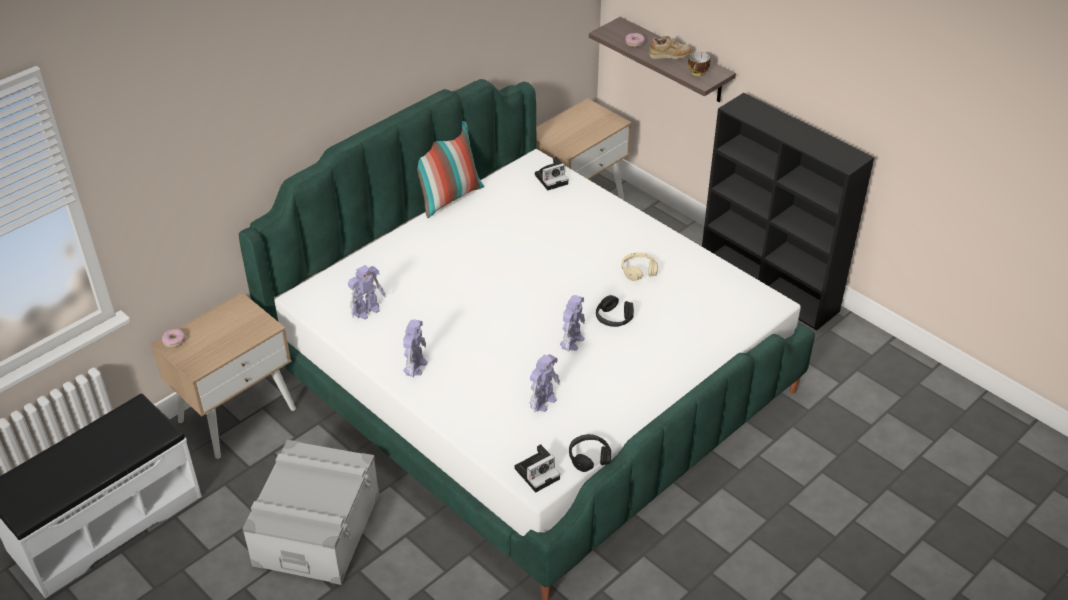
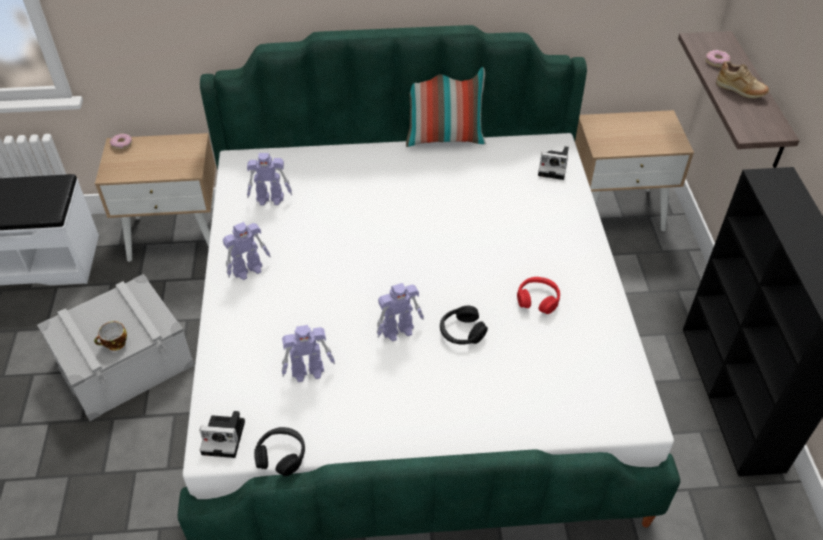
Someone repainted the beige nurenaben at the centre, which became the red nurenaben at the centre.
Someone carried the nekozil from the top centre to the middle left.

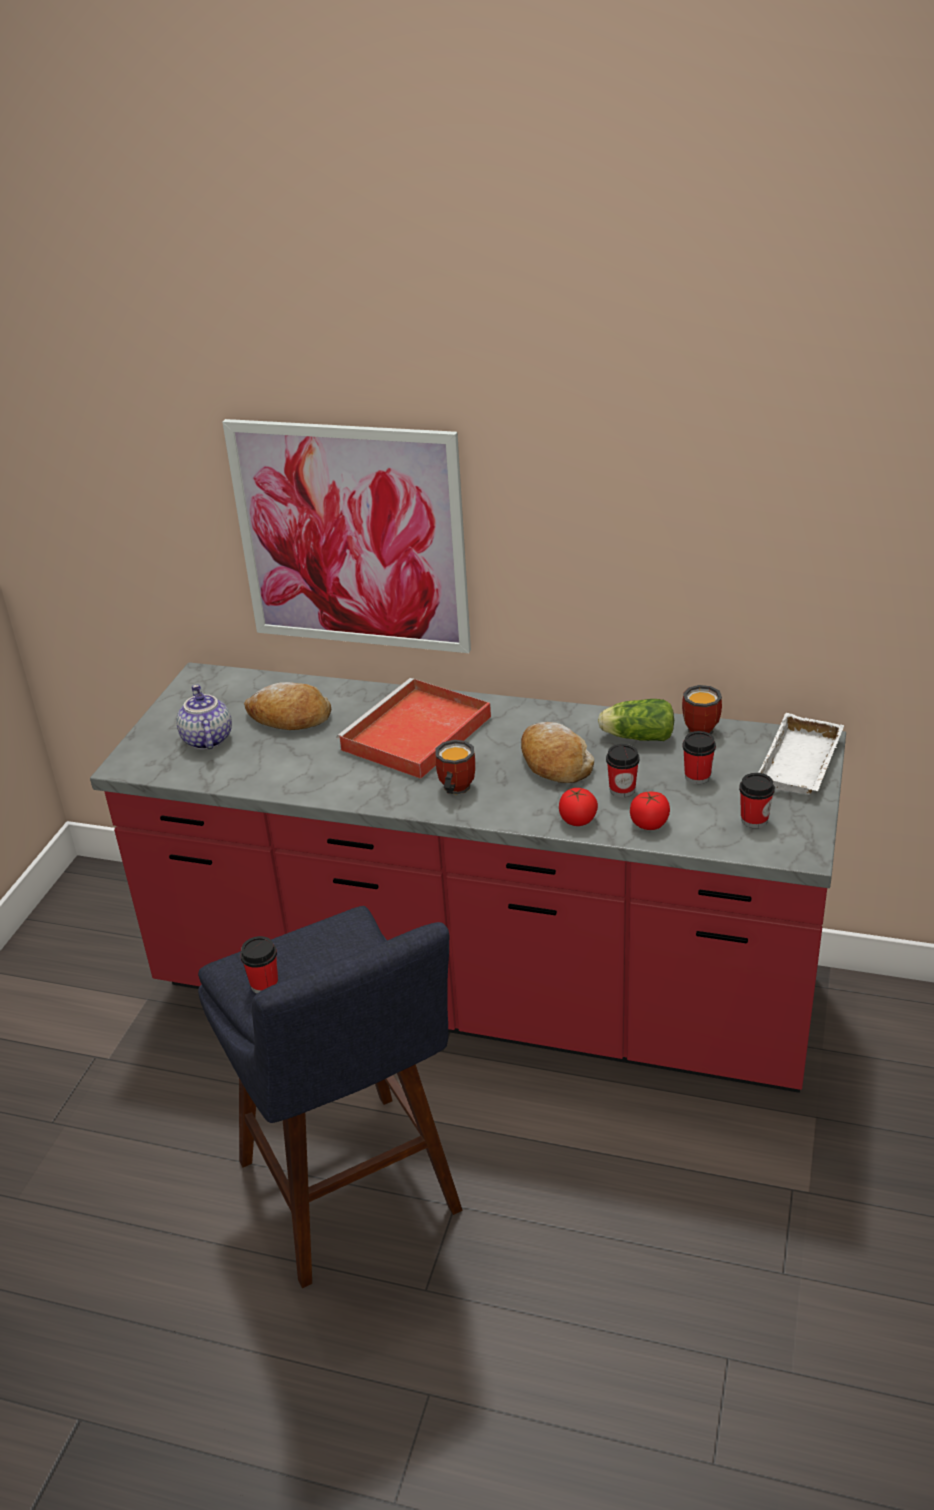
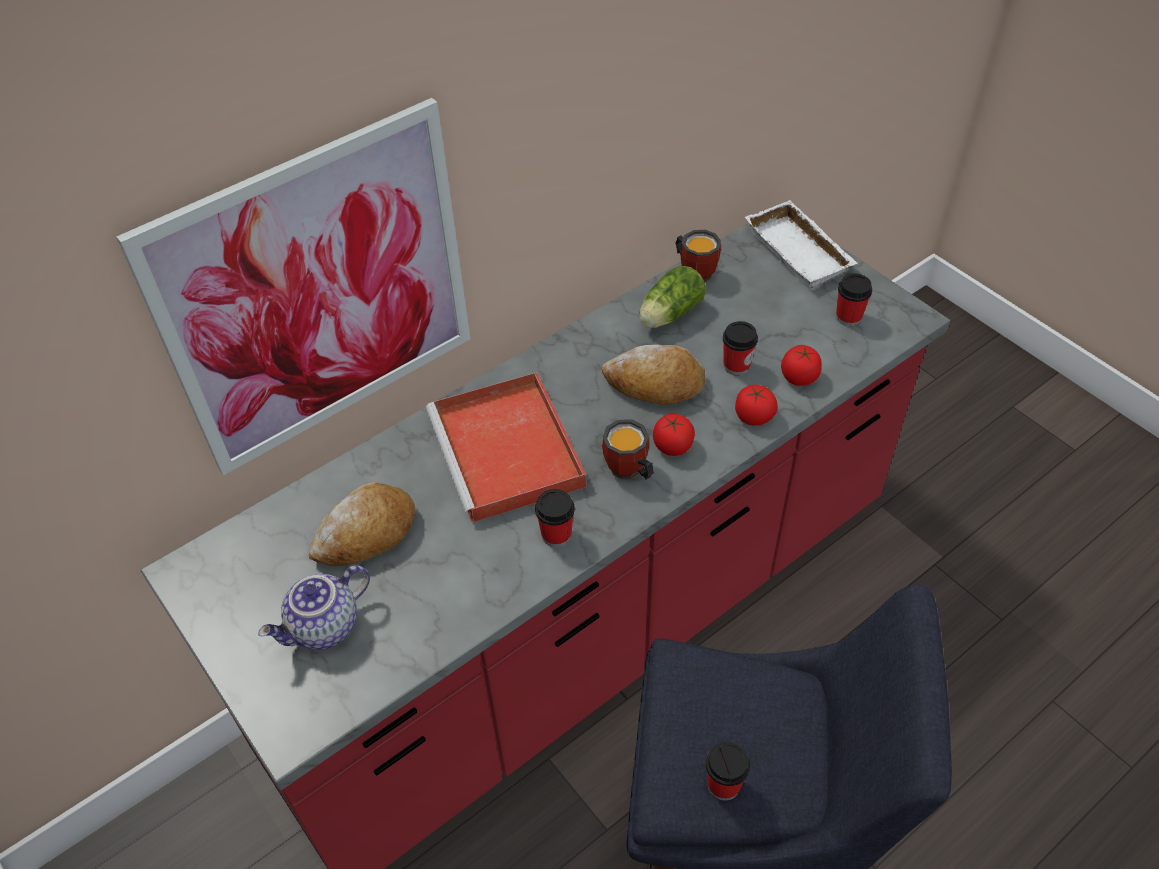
Someone rotated the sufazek at the middle left by 60 degrees counterclockwise.
Someone carried the nekozil (3rd from left in the first image) from the middle right to the centre.
Someone put down the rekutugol (1st from left) at the centre.

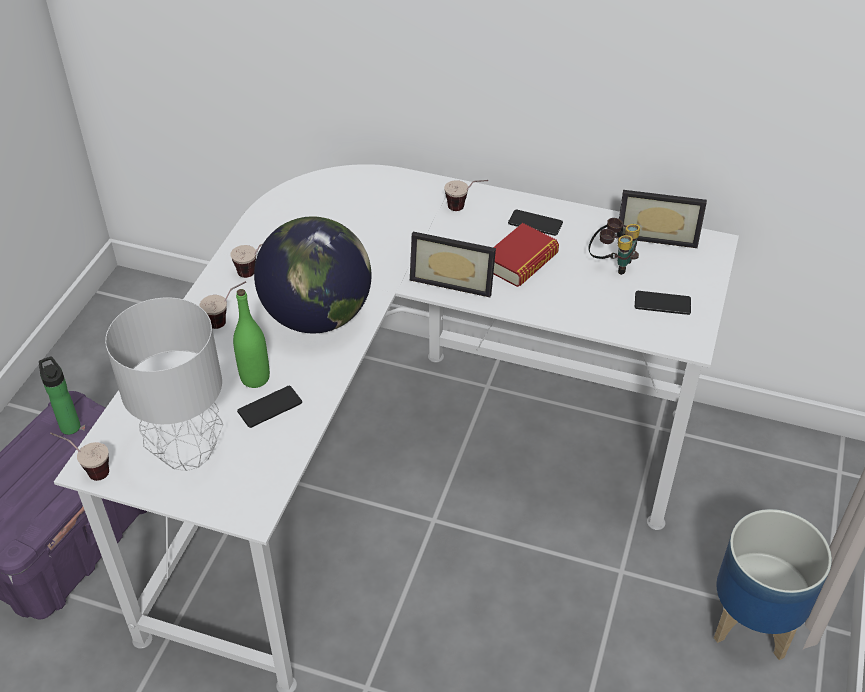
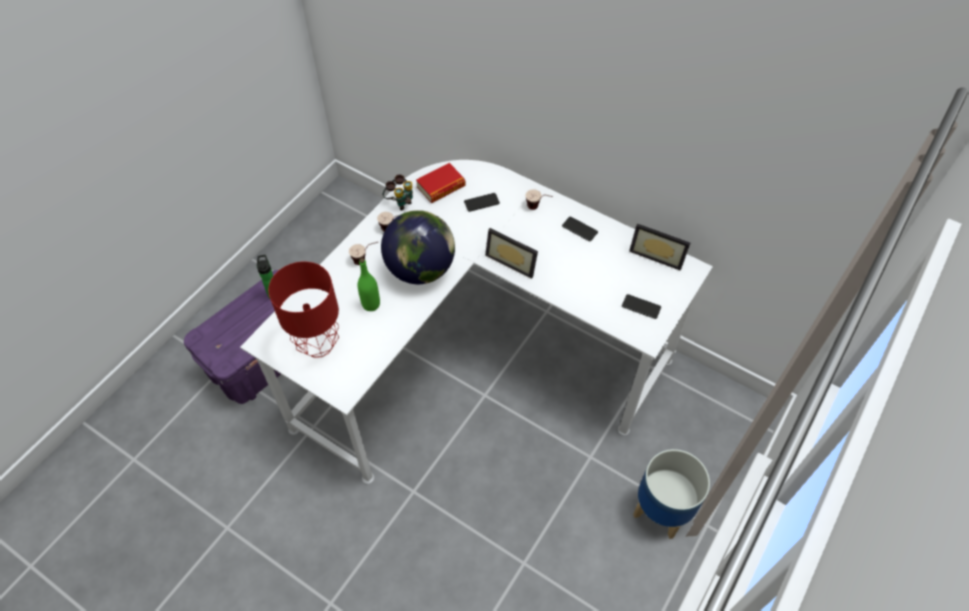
Someone took away the nekozil (1st from left) at the middle left.
Someone repainted the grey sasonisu at the middle left, which became the red sasonisu at the middle left.
Someone carried the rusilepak (1st from left) from the middle left to the top centre.
Someone carried the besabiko from the centre to the top centre.
Someone carried the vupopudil from the middle right to the top centre.

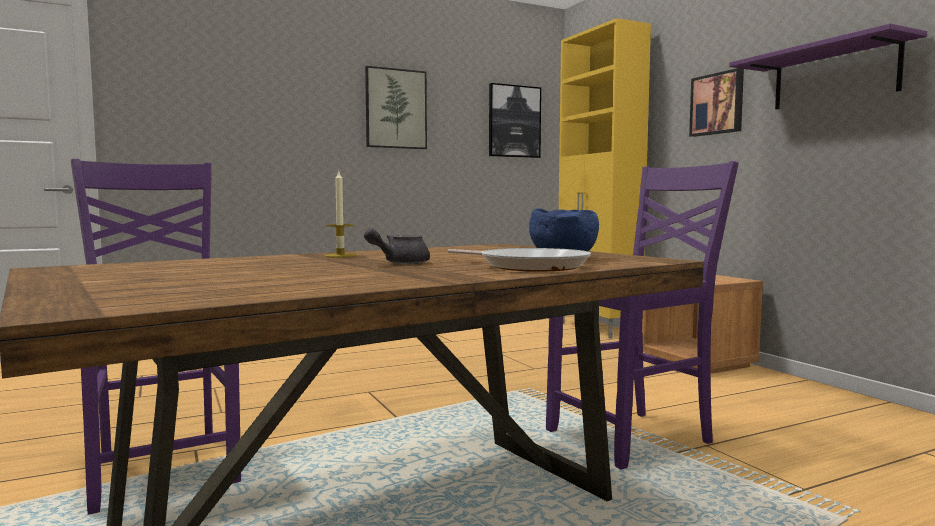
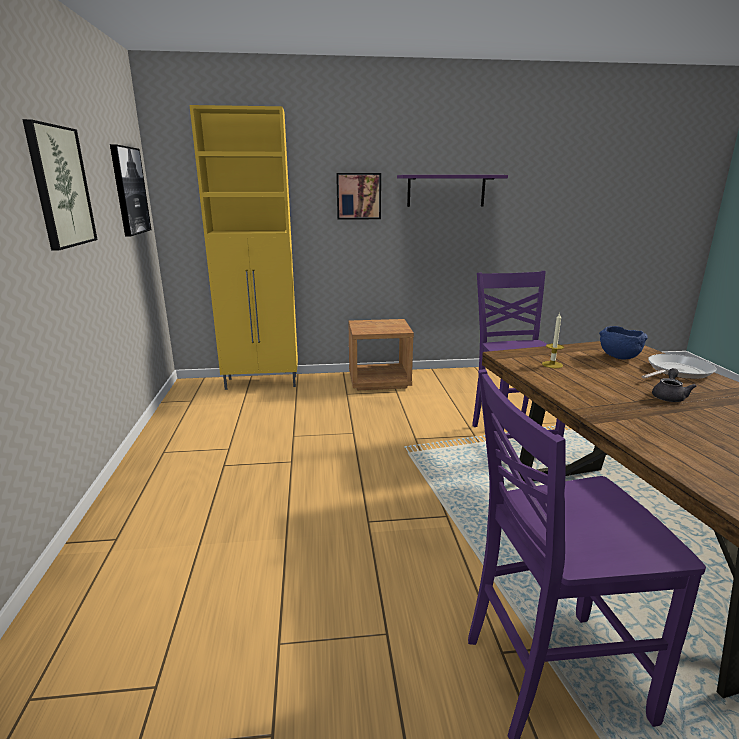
Someone carried the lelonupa from the centre to the middle right.
Someone rotated the grey sufazek at the centre by 135 degrees counterclockwise.

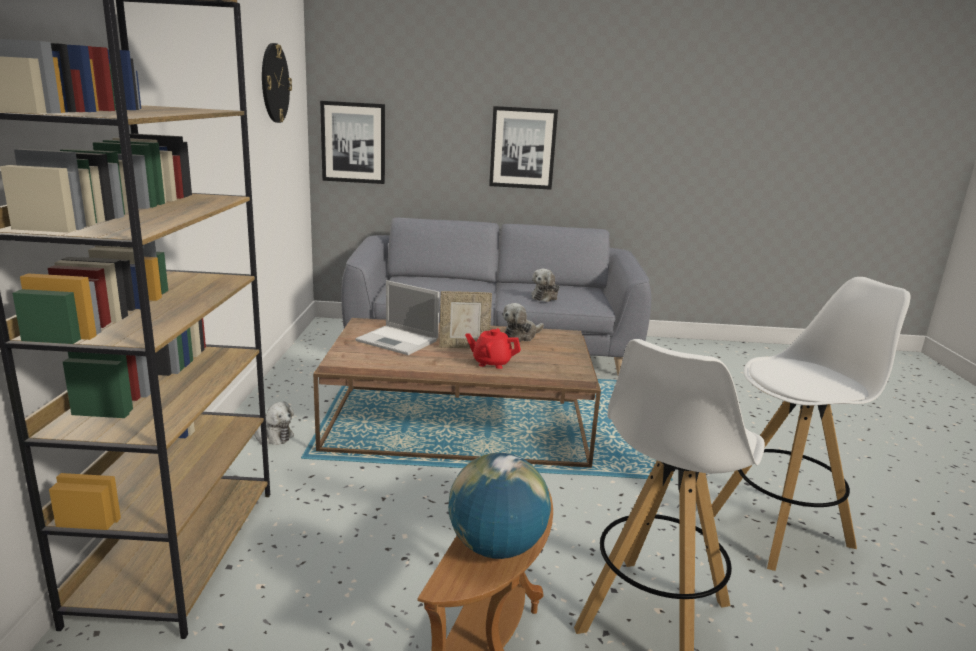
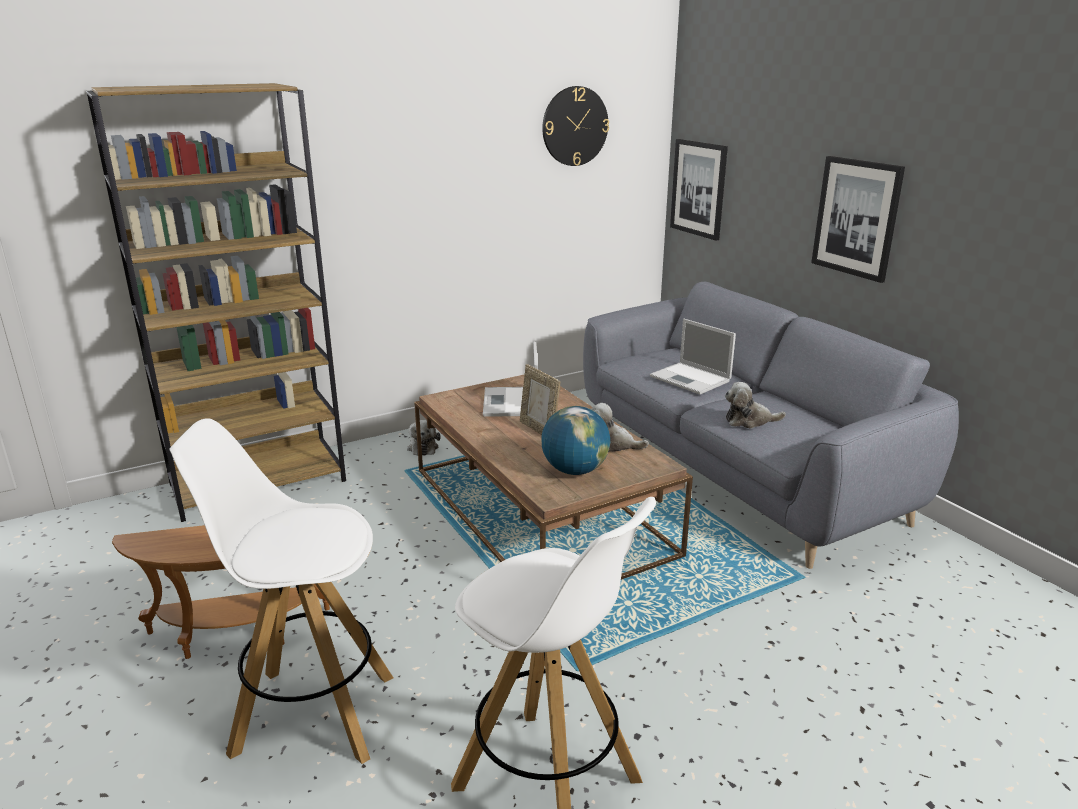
Someone carried the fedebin from the bottom centre to the centre.
Someone took away the red sufazek at the centre.
Someone put down the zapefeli (2nd from left) at the centre.

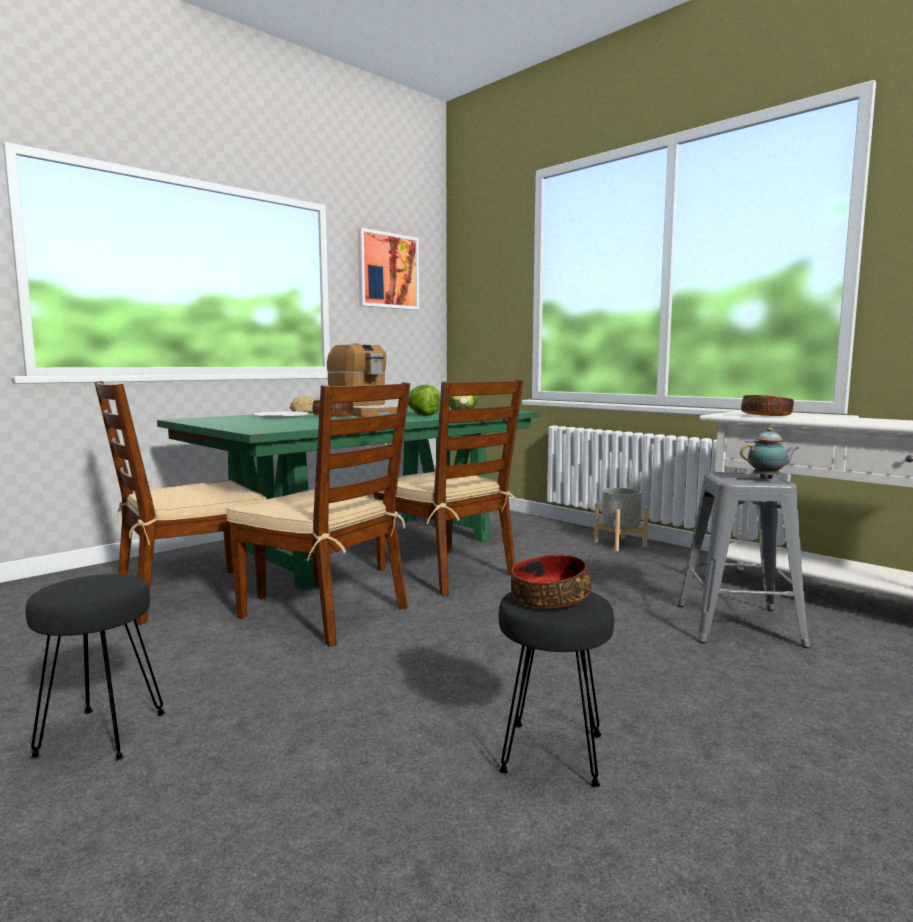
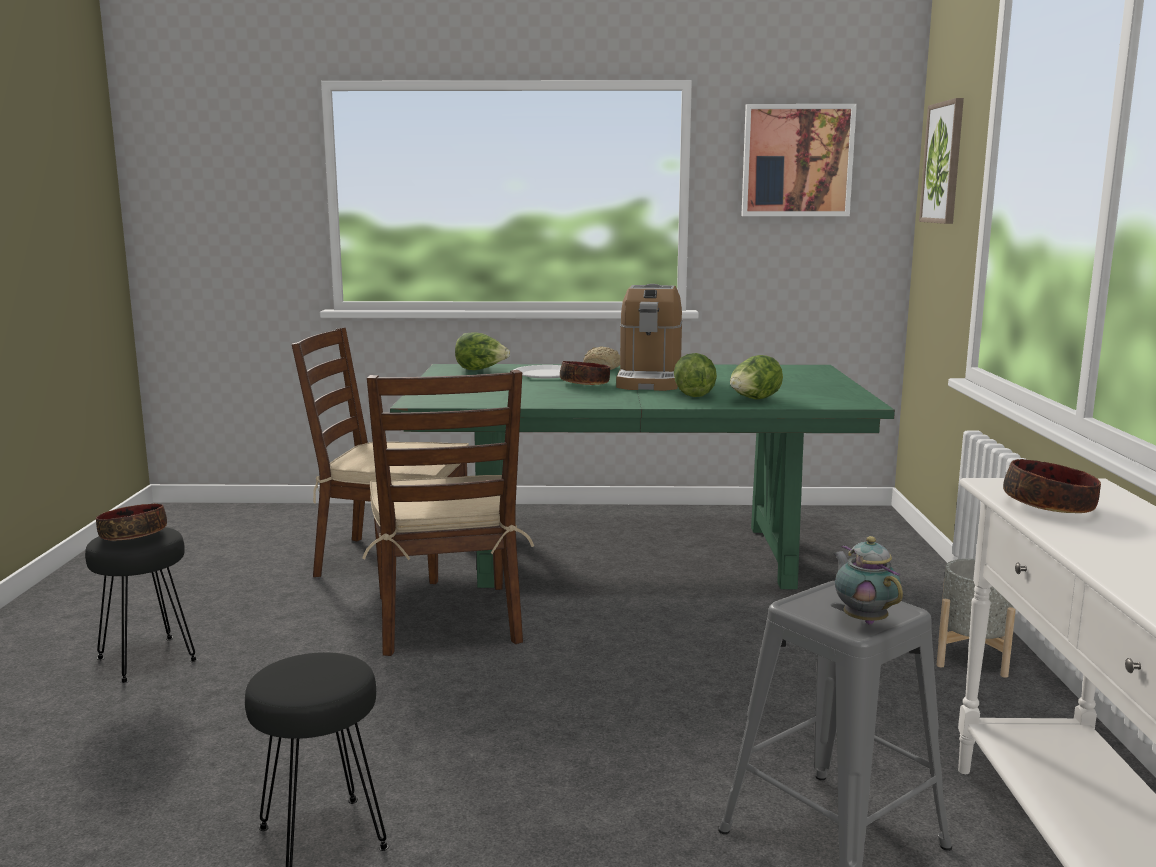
Someone took away the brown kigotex (3rd from left) at the centre.
Someone carried the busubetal (2nd from left in the first image) from the centre to the middle left.
Someone rotated the sufazek at the middle right by 150 degrees counterclockwise.
Someone put down the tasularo (1st from left) at the centre.
Someone put up the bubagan (2nd from left) at the top right.

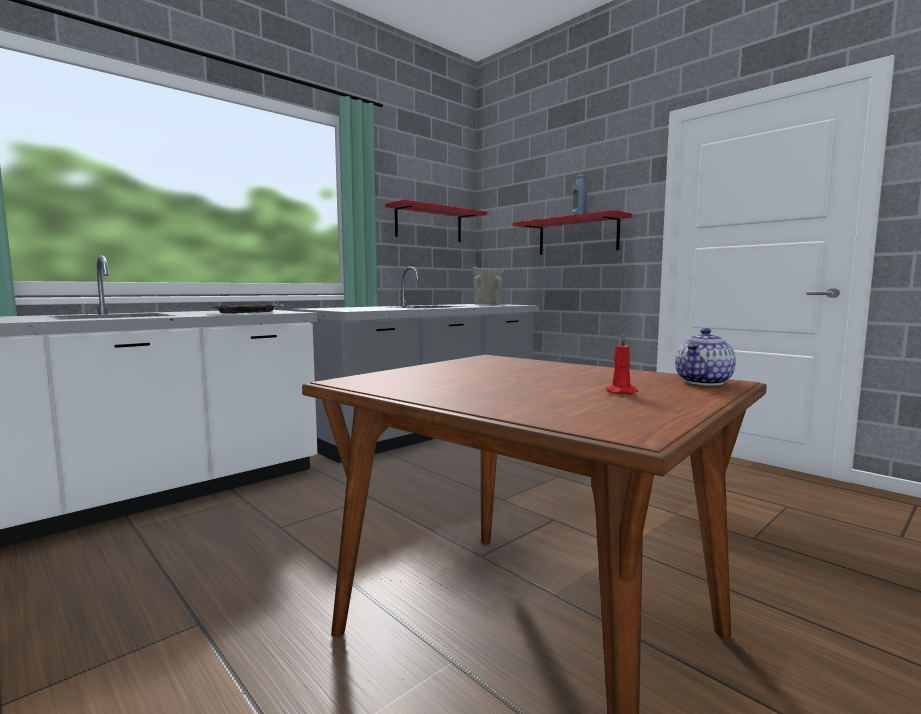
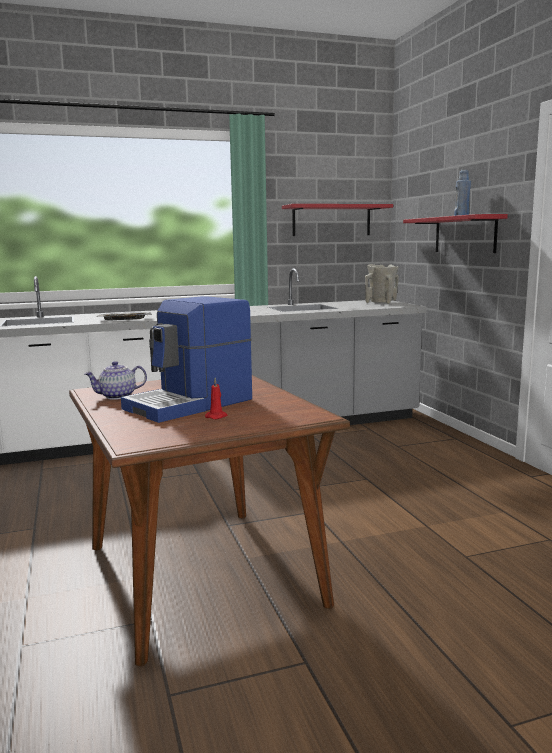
Someone carried the sufazek from the middle right to the middle left.
Someone put down the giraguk at the centre.

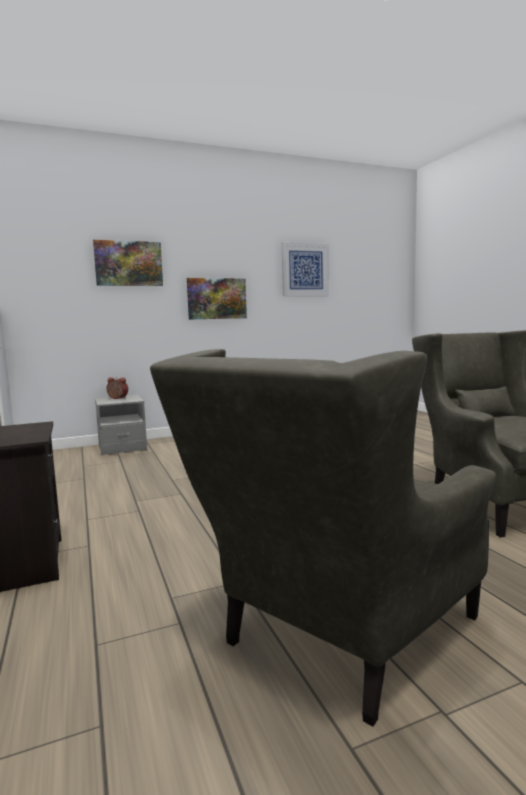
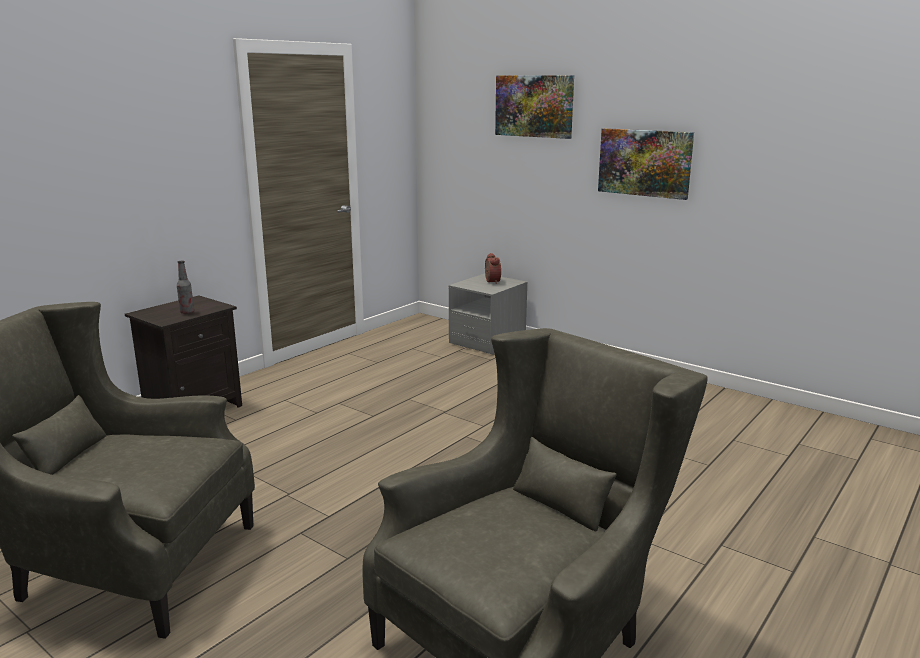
Someone took away the bubagan (3rd from left) at the centre.
Someone put down the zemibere at the middle left.

